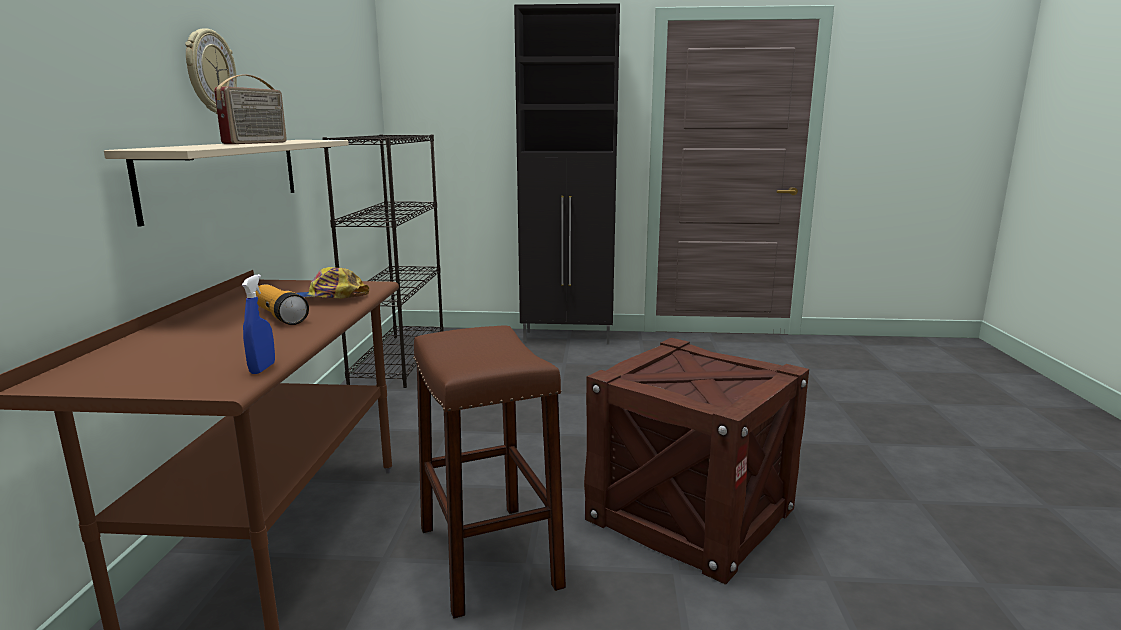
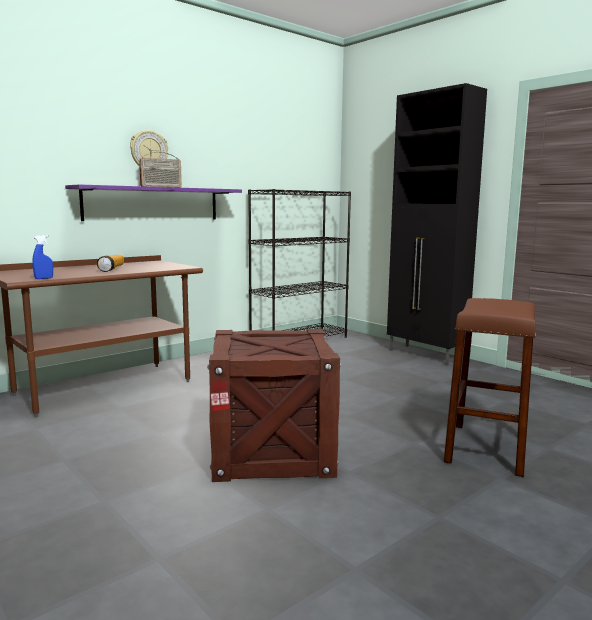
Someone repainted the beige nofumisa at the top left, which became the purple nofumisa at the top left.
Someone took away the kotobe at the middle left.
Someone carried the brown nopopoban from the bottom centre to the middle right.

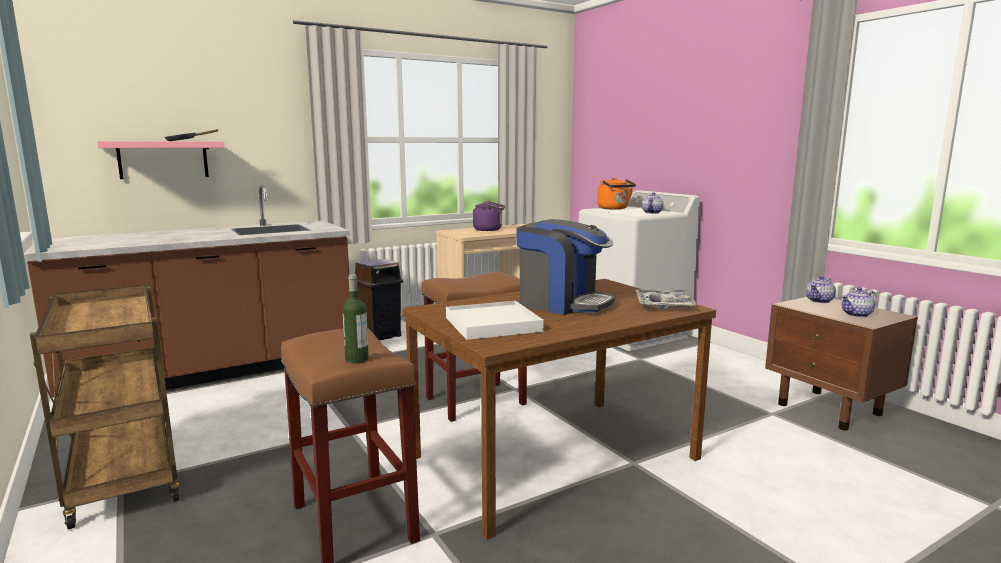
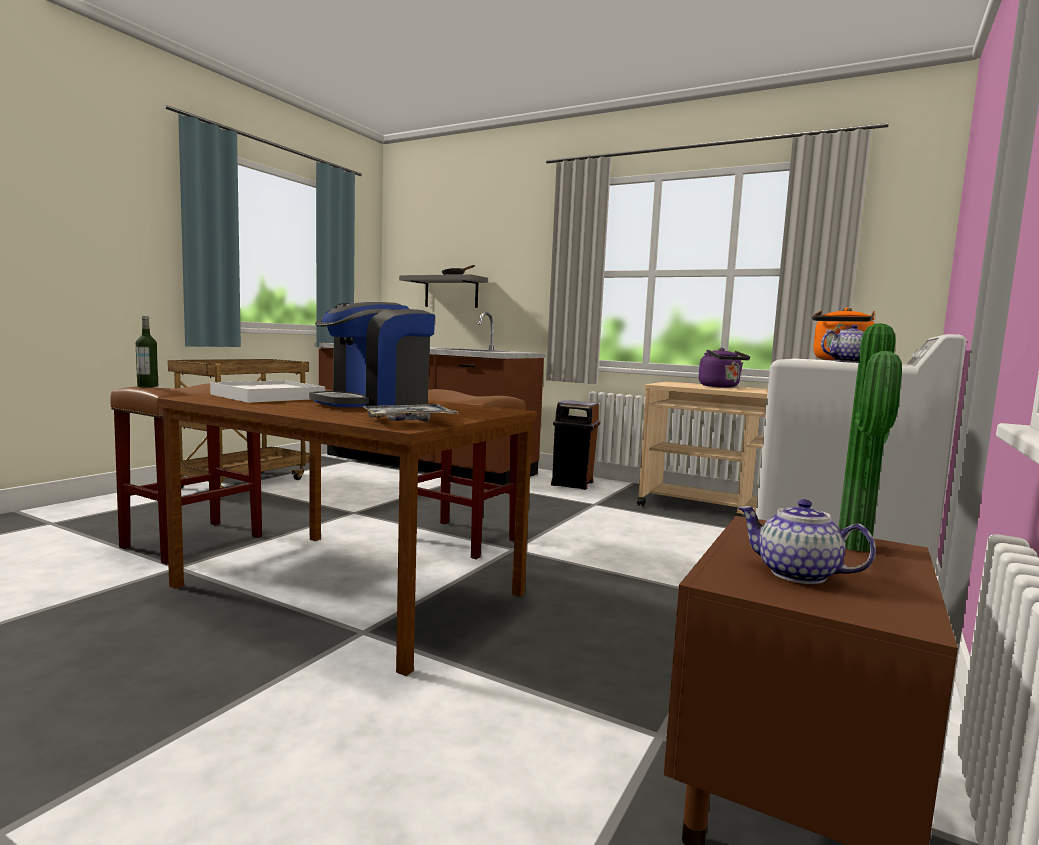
Someone repainted the pink nofumisa at the top left, which became the grey nofumisa at the centre.
Someone rotated the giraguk at the centre by 45 degrees clockwise.
Someone swapped the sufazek (2nd from left) at the middle right for the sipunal at the middle right.

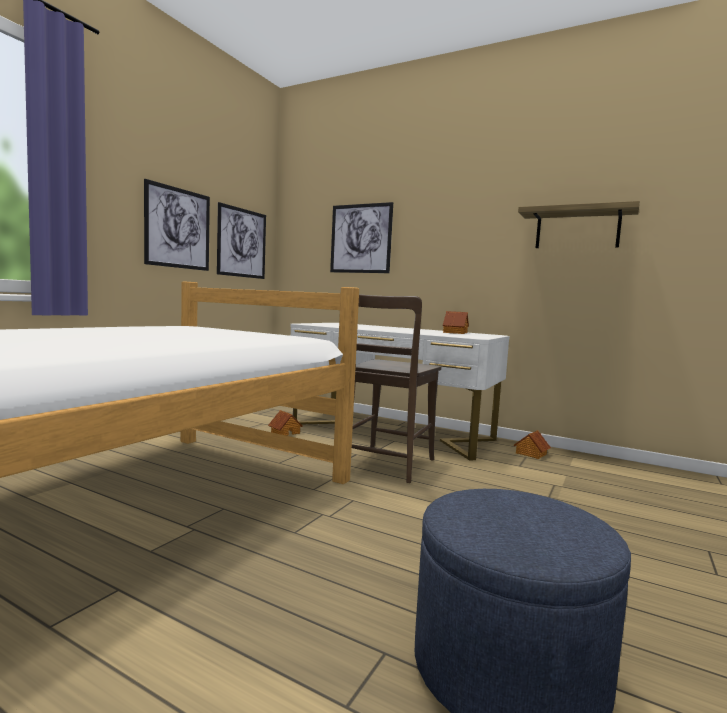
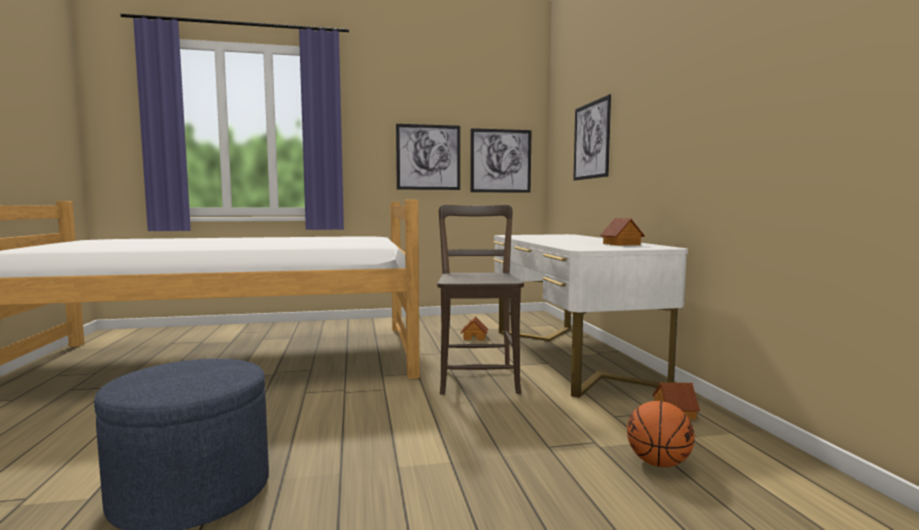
Someone rotated the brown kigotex at the centre by 105 degrees clockwise.
Someone took away the nofumisa at the top right.
Someone put down the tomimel at the bottom right.

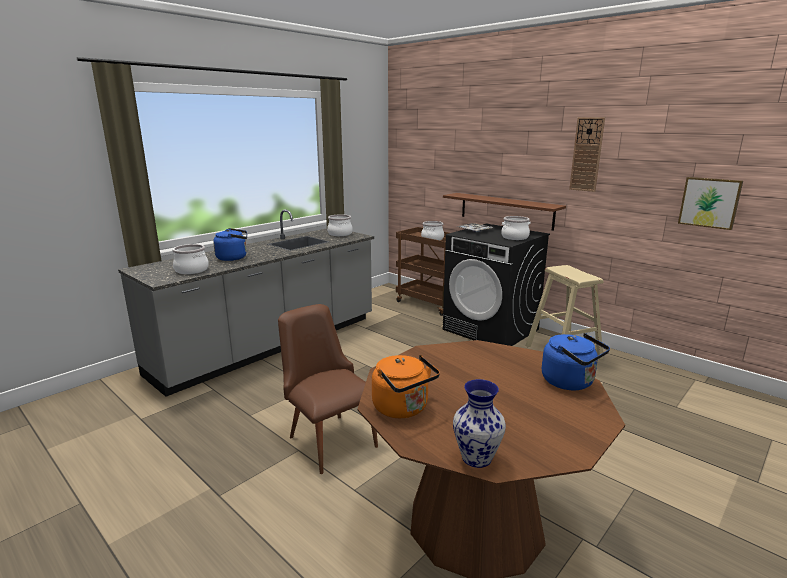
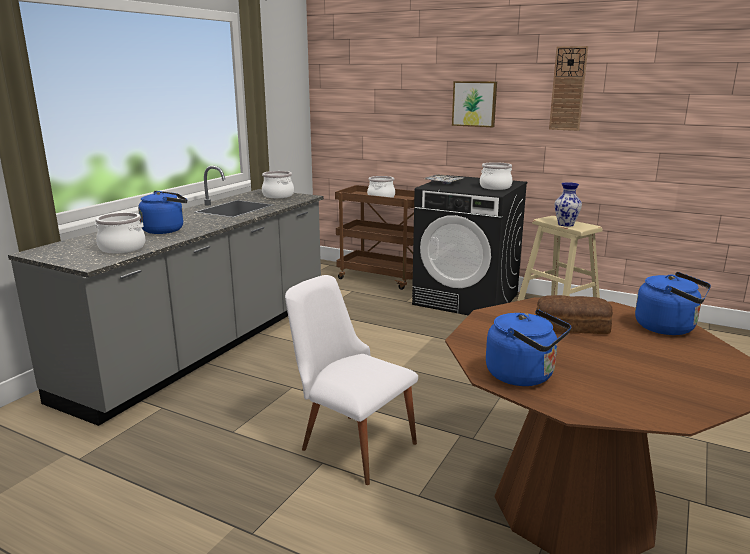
Someone repainted the brown kigotex at the bottom centre, which became the white kigotex at the bottom centre.
Someone repainted the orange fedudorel at the bottom centre, which became the blue fedudorel (2nd from left) at the middle right.
Someone took away the brown nofumisa at the centre.
Someone carried the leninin from the bottom centre to the middle right.
Someone carried the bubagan from the middle right to the top centre.
Someone put down the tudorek at the middle right.

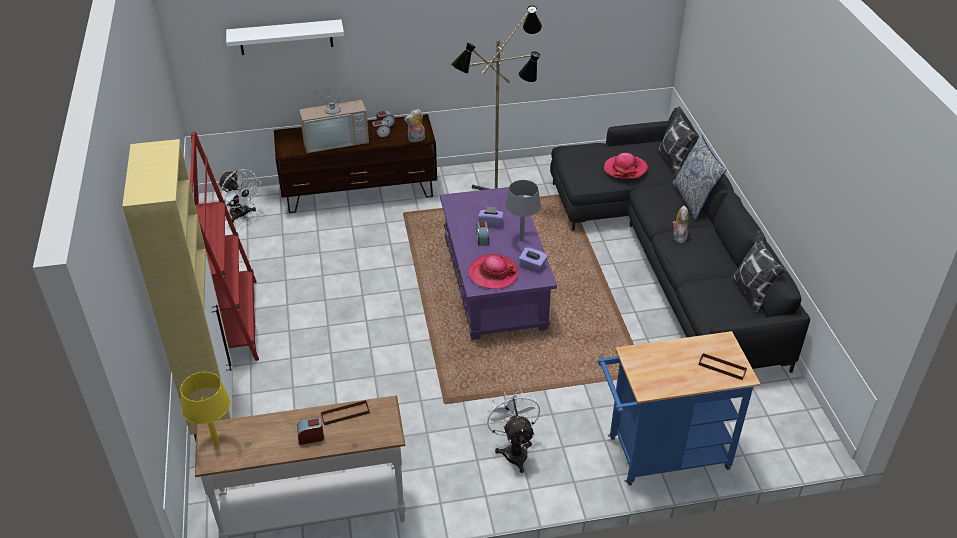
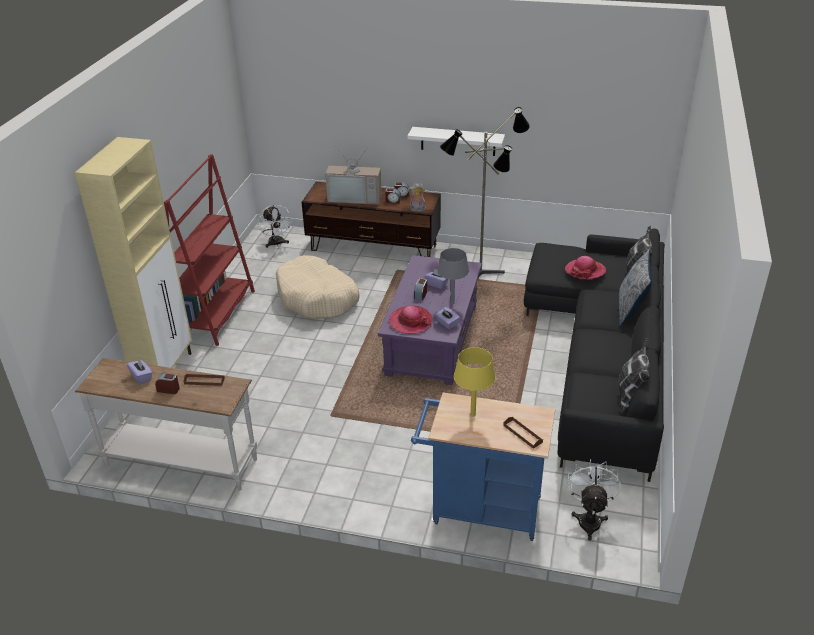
Someone carried the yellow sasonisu from the bottom left to the centre.
Someone carried the white nofumisa from the top left to the top centre.
Someone carried the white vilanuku (2nd from left) from the bottom centre to the bottom right.
Someone took away the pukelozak (2nd from left) at the middle right.
Someone put down the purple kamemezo (1st from left) at the middle left.
Someone put down the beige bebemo at the centre.

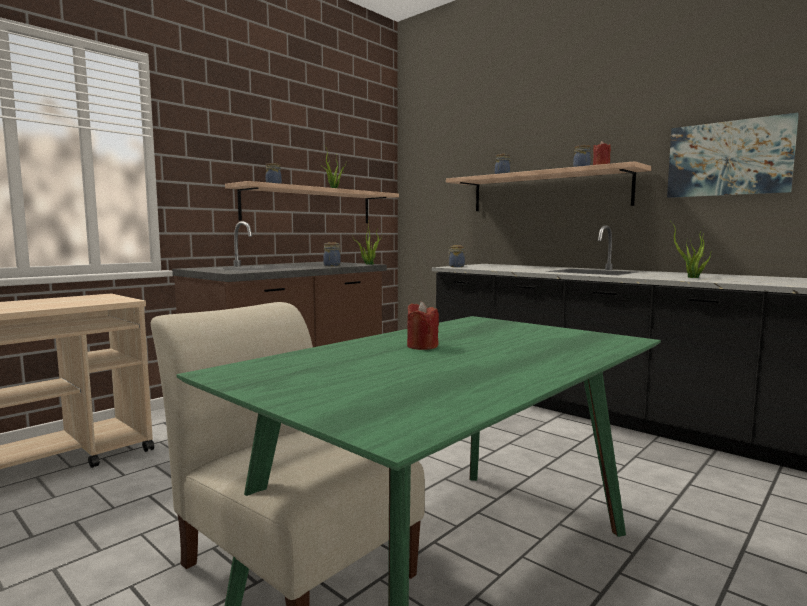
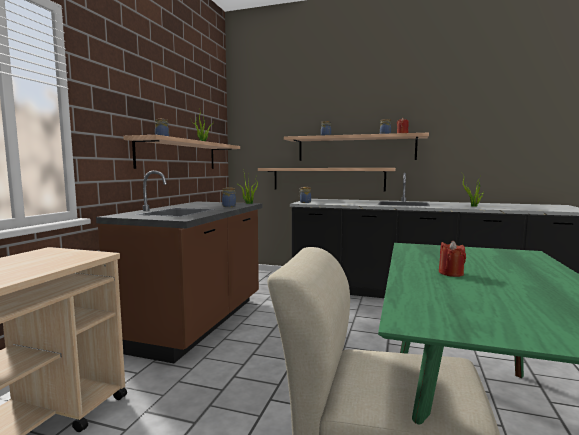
Someone took away the bubagan at the top right.
Someone put up the nofumisa (2nd from left) at the centre.

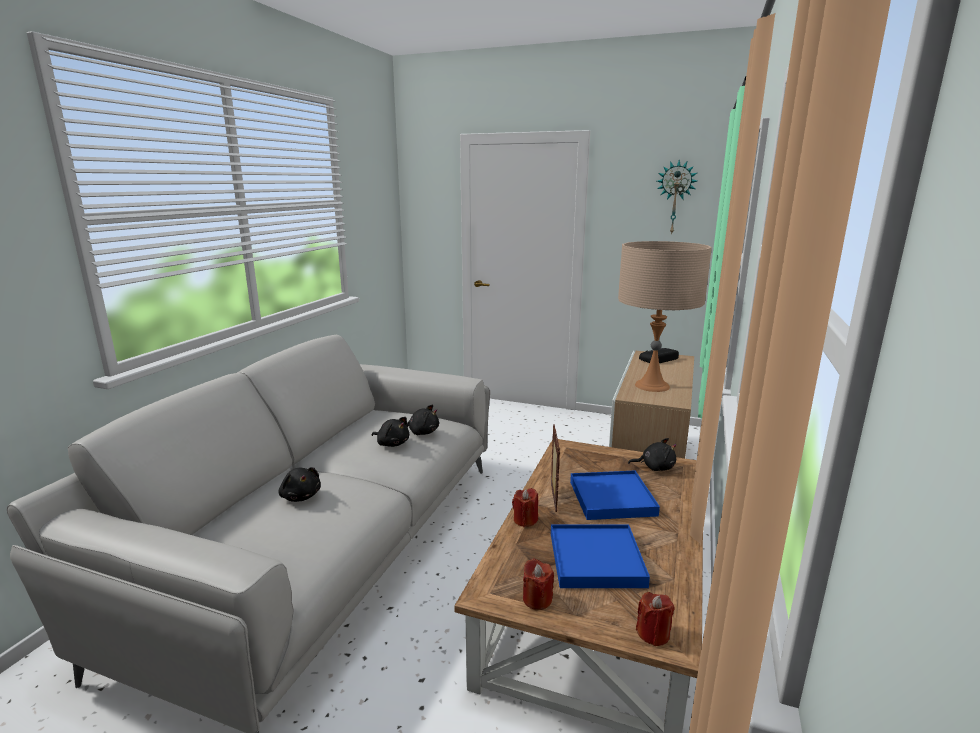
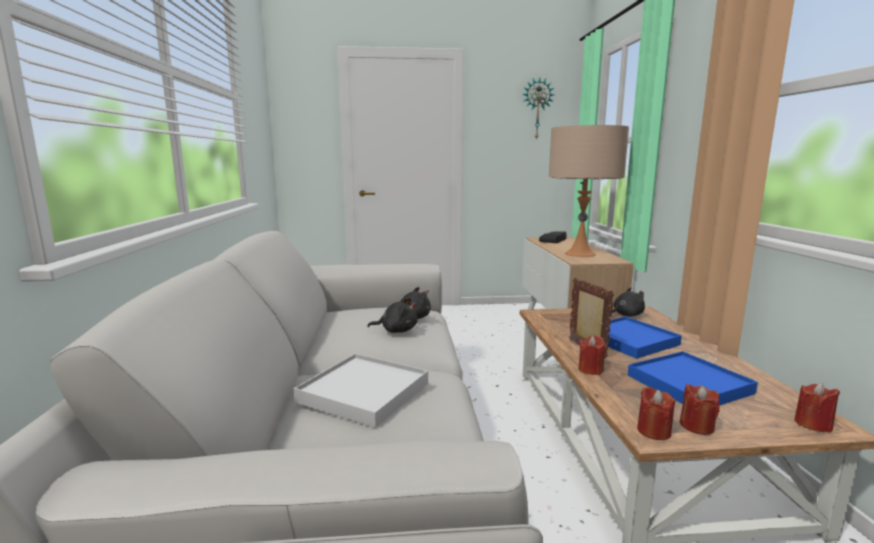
Someone swapped the black pukelozak (1st from left) at the middle left for the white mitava at the bottom centre.
Someone put down the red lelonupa (2nd from left) at the bottom right.

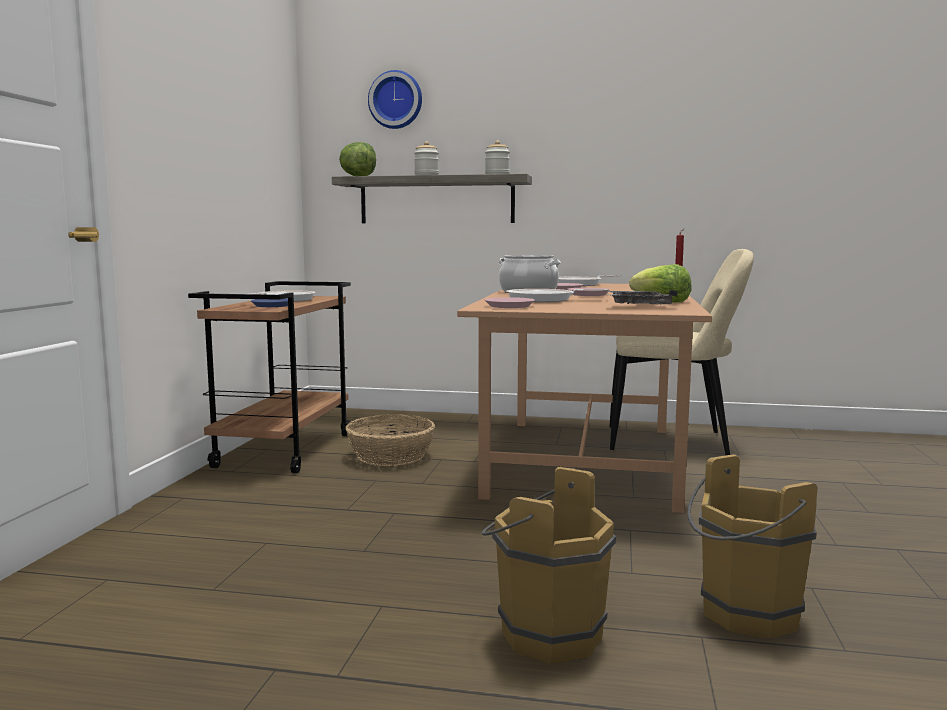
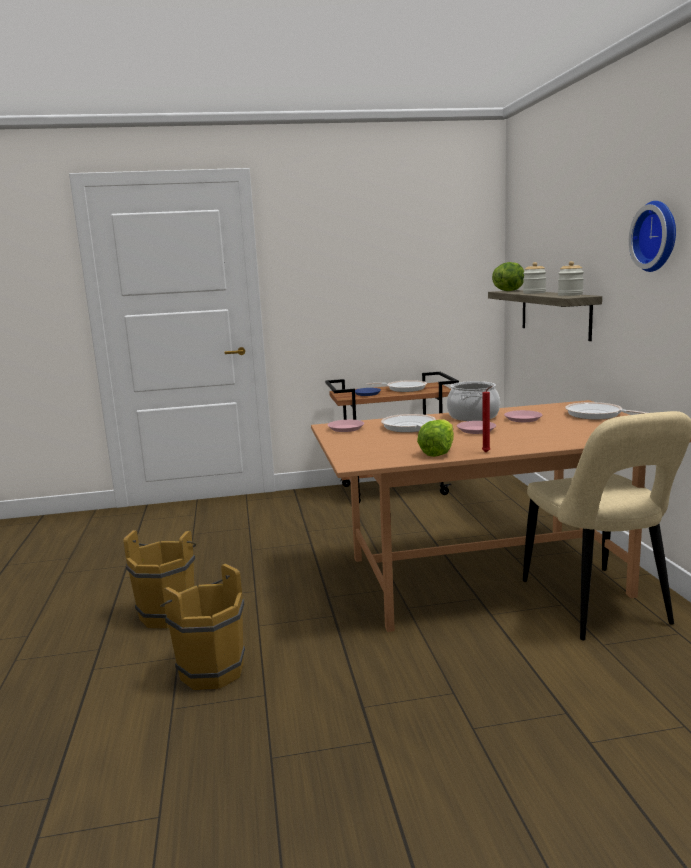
Someone took away the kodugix at the centre.
Someone carried the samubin from the top centre to the top right.
Someone took away the grey mitava at the middle right.

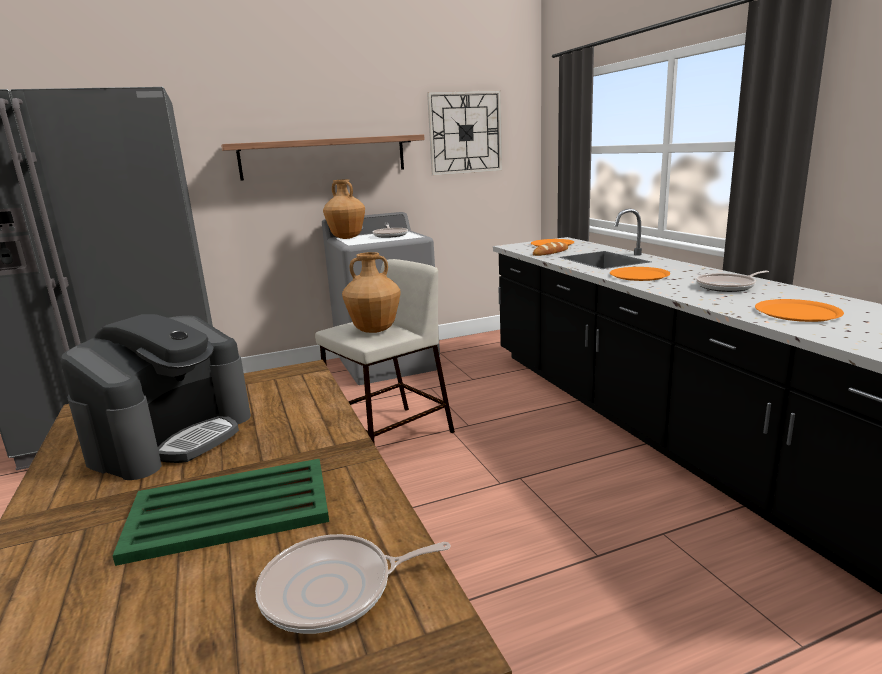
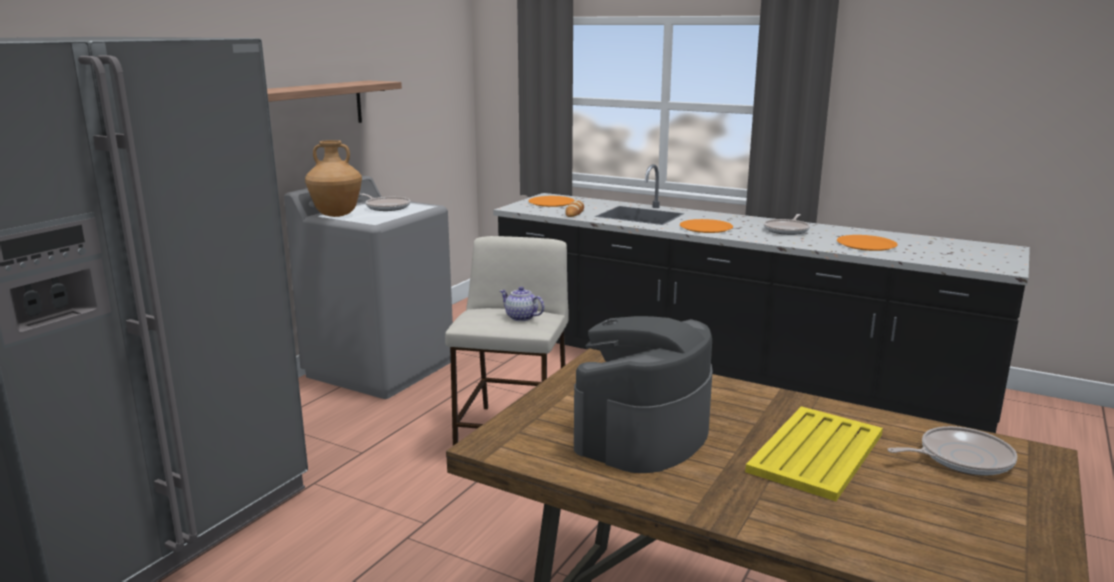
Someone rotated the giraguk at the middle left by 135 degrees counterclockwise.
Someone repainted the green mitava at the bottom left, which became the yellow mitava at the bottom right.
Someone rotated the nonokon (1st from left in the first image) at the bottom centre by 135 degrees counterclockwise.
Someone swapped the brown leninin (2nd from left) at the centre for the sufazek at the centre.
Someone took away the samubin at the top centre.

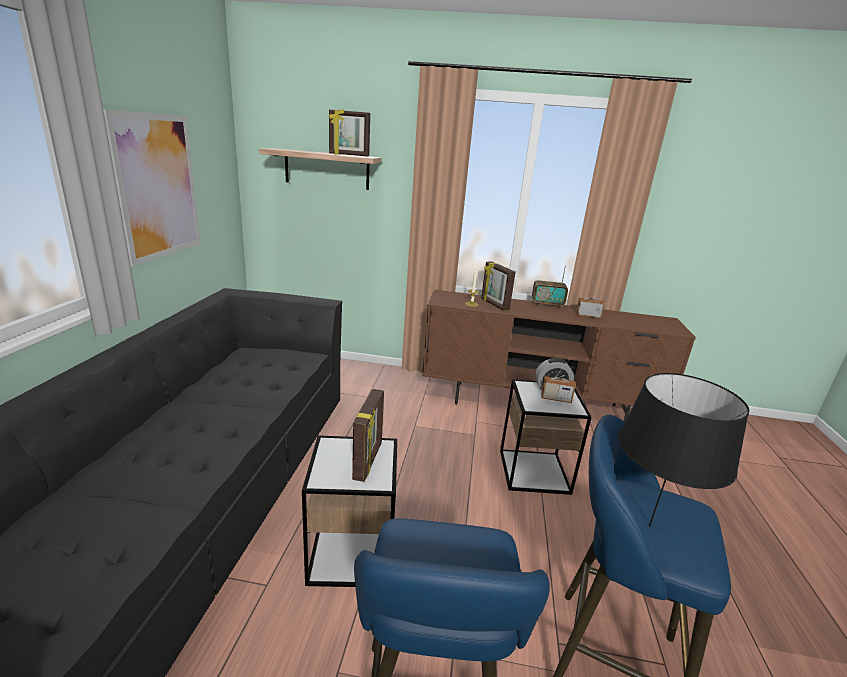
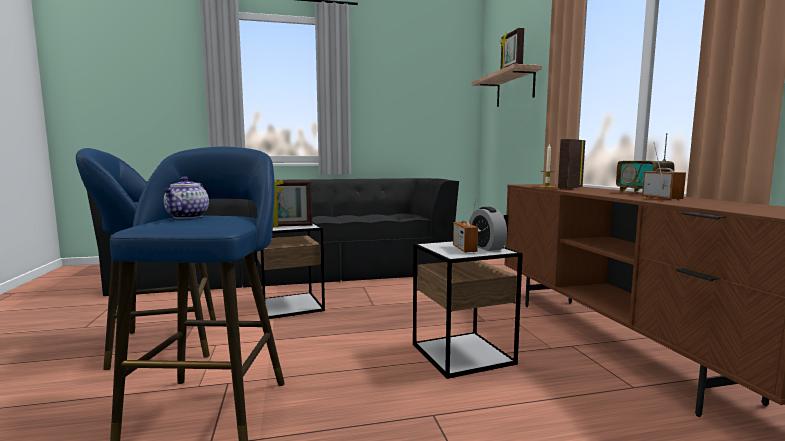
Someone took away the bubagan at the top left.
Someone swapped the black sasonisu at the middle right for the sufazek at the middle left.

